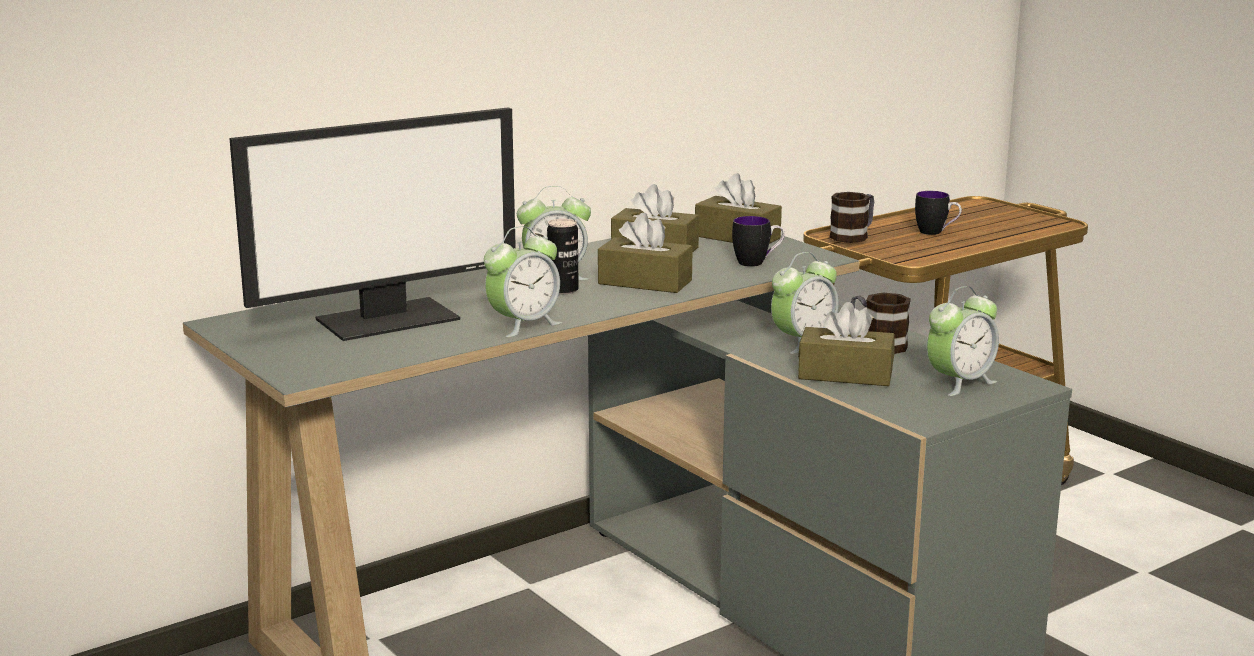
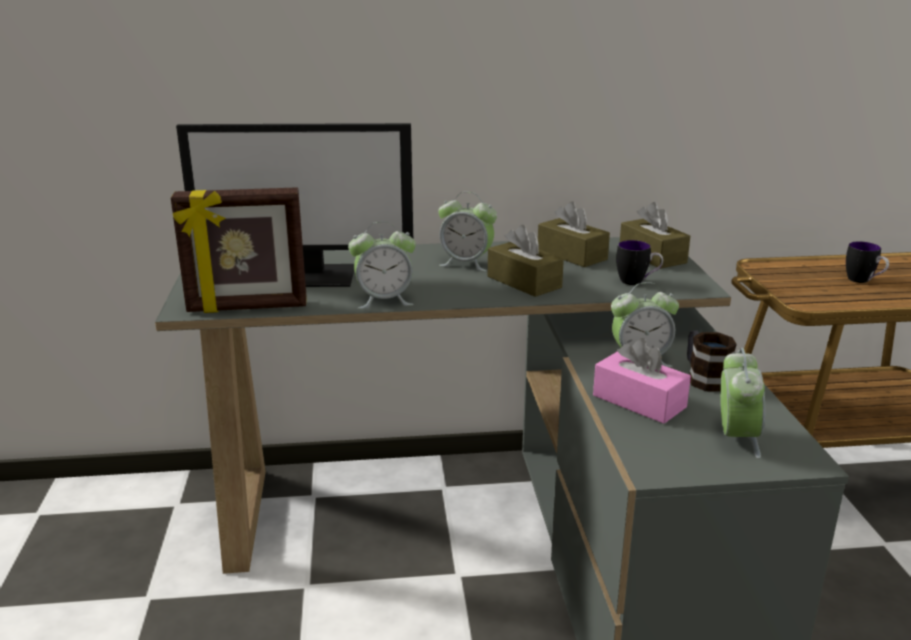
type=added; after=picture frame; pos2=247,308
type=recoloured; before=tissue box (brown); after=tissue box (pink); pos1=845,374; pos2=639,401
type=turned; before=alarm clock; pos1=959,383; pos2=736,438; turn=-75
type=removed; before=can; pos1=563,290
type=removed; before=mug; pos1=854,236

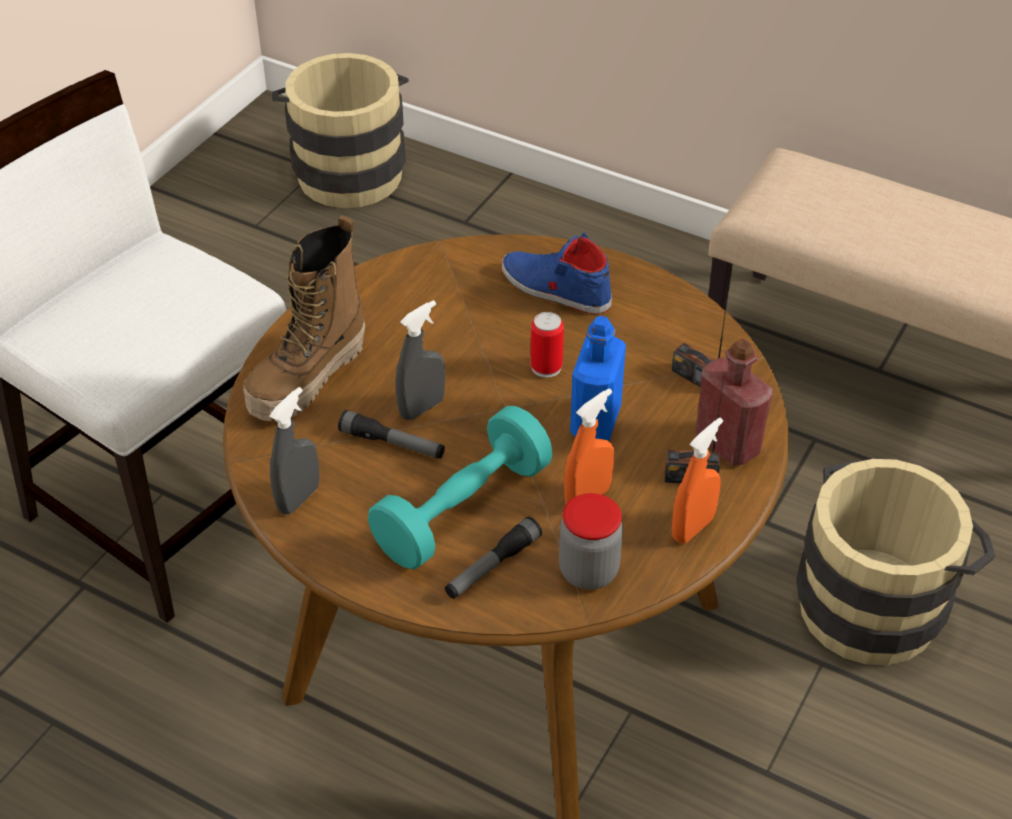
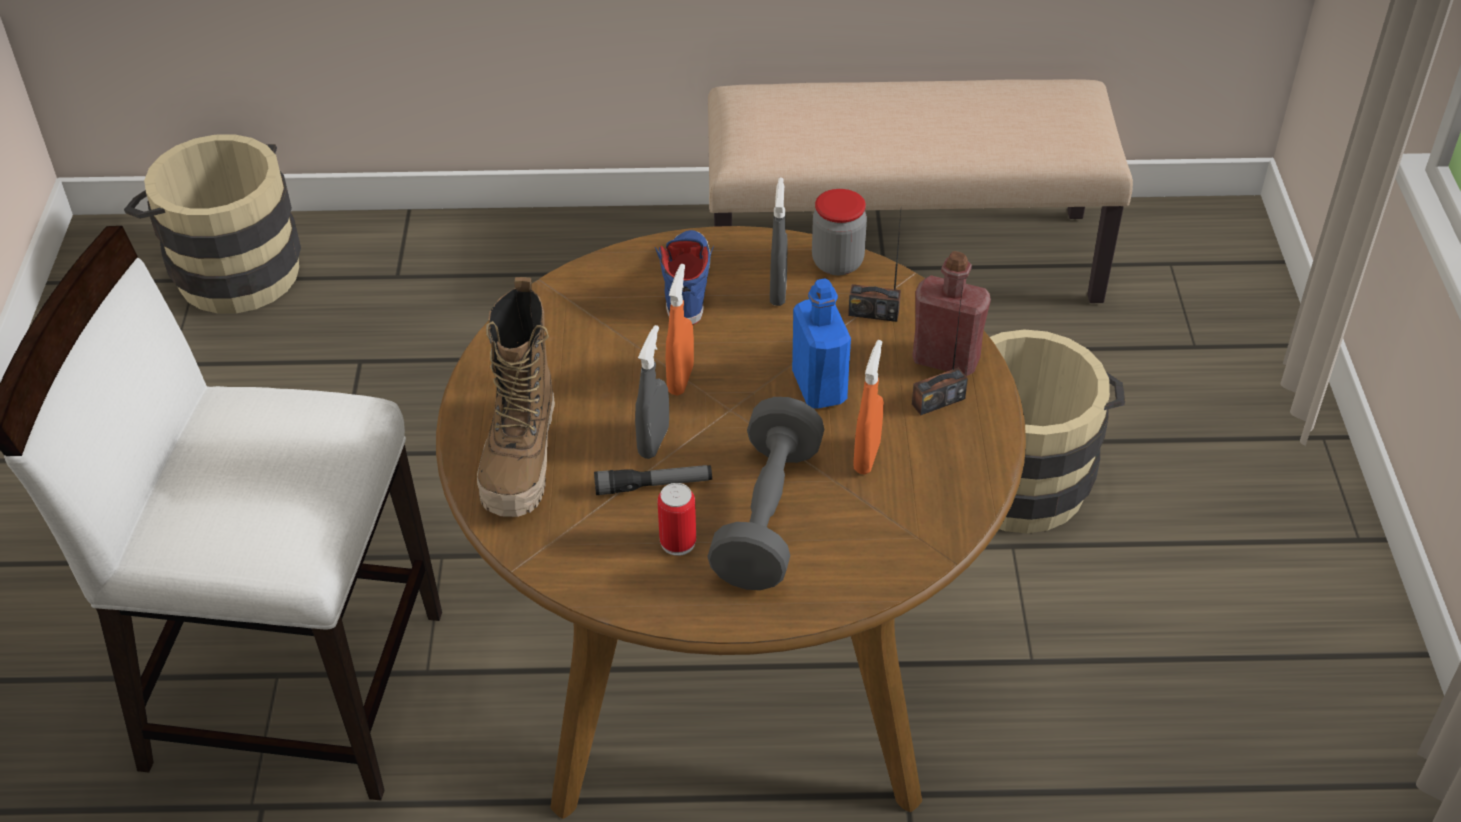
type=turned; before=shoe (blue); pos1=555,289; pos2=685,283; turn=90
type=moved; before=can; pos1=546,367; pos2=678,542
type=moved; before=spray bottle (orange); pos1=692,528; pos2=680,379
type=recoloured; before=dumbbell (turquoise); after=dumbbell (grey); pos1=462,510; pos2=767,516
type=moved; before=spray bottle (grey); pos1=298,498; pos2=778,291
type=moved; before=jar; pos1=588,571; pos2=837,263
type=removed; before=flashlight; pos1=492,566

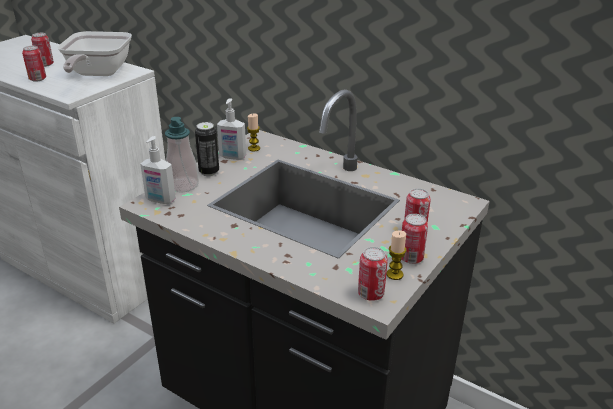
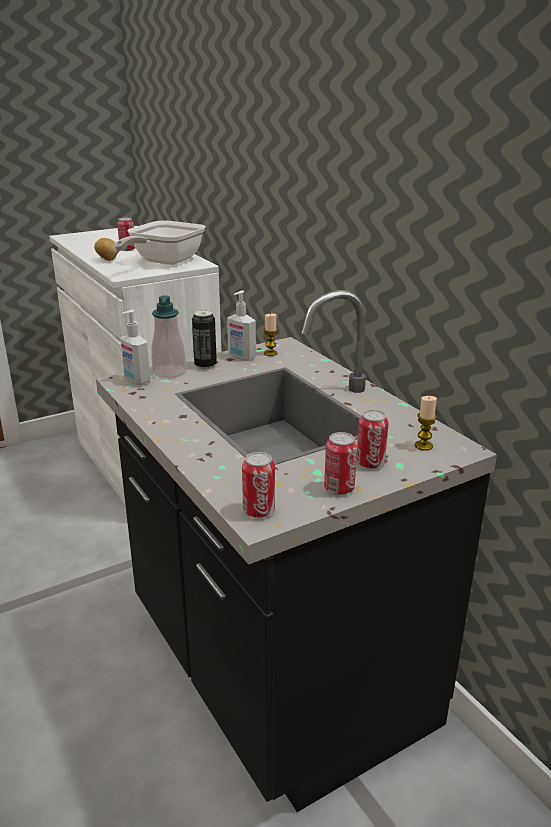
type=replaced; before=can; after=potato; pos1=37,79; pos2=108,260
type=moved; before=candle; pos1=394,274; pos2=423,446

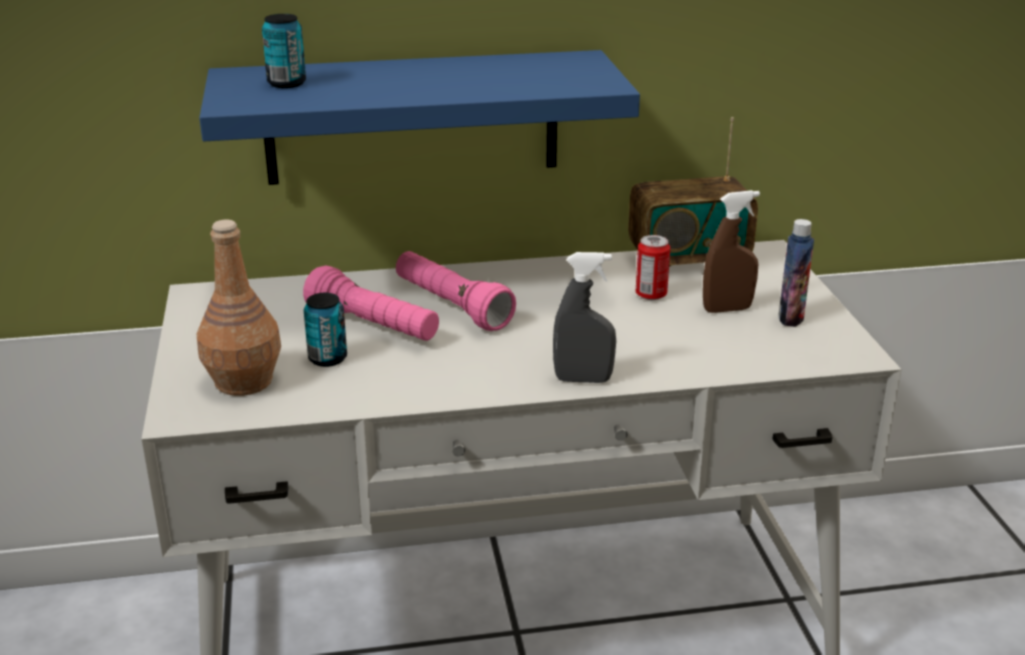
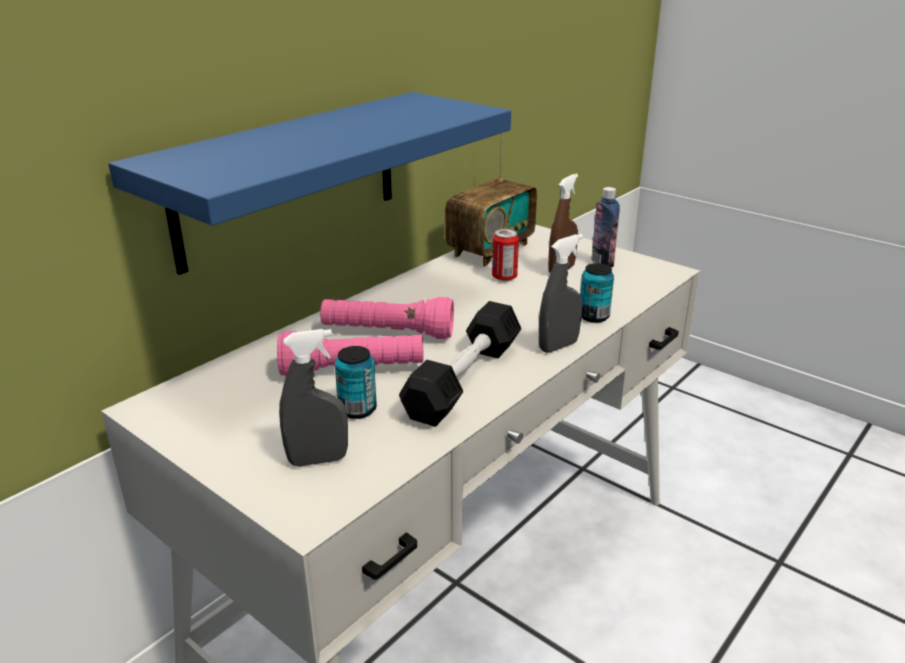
type=replaced; before=bottle (brown); after=spray bottle (grey); pos1=244,382; pos2=318,460
type=added; after=dumbbell (black); pos2=464,380
type=moved; before=can; pos1=286,83; pos2=594,316

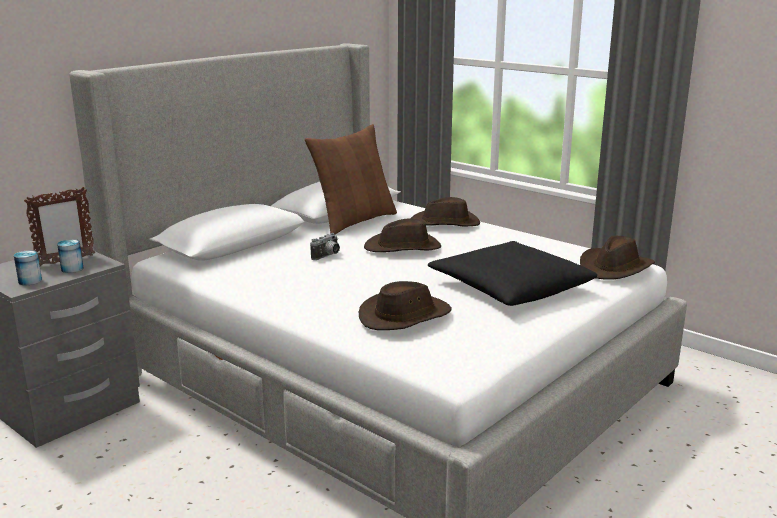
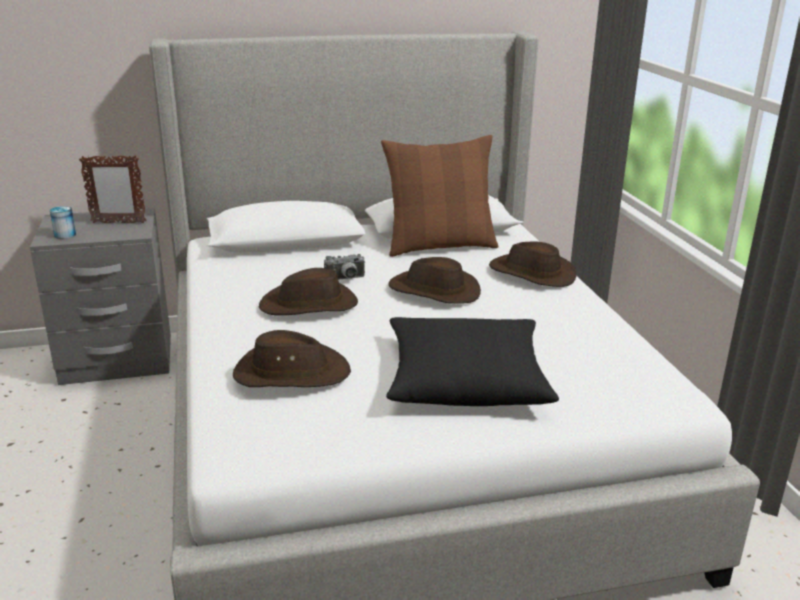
type=moved; before=hat (brown); pos1=615,268; pos2=309,305
type=removed; before=can; pos1=72,269

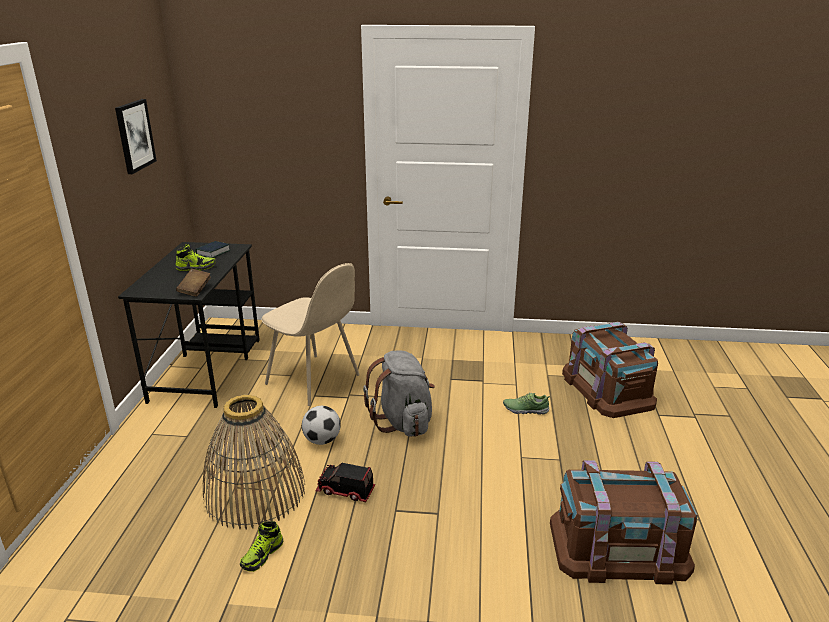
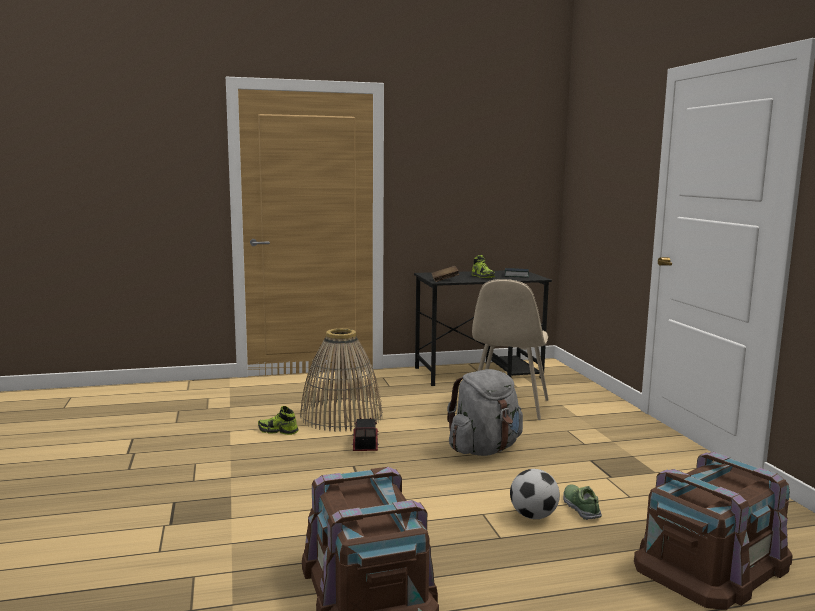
type=moved; before=football; pos1=322,440; pos2=533,516
type=removed; before=picture; pos1=134,135

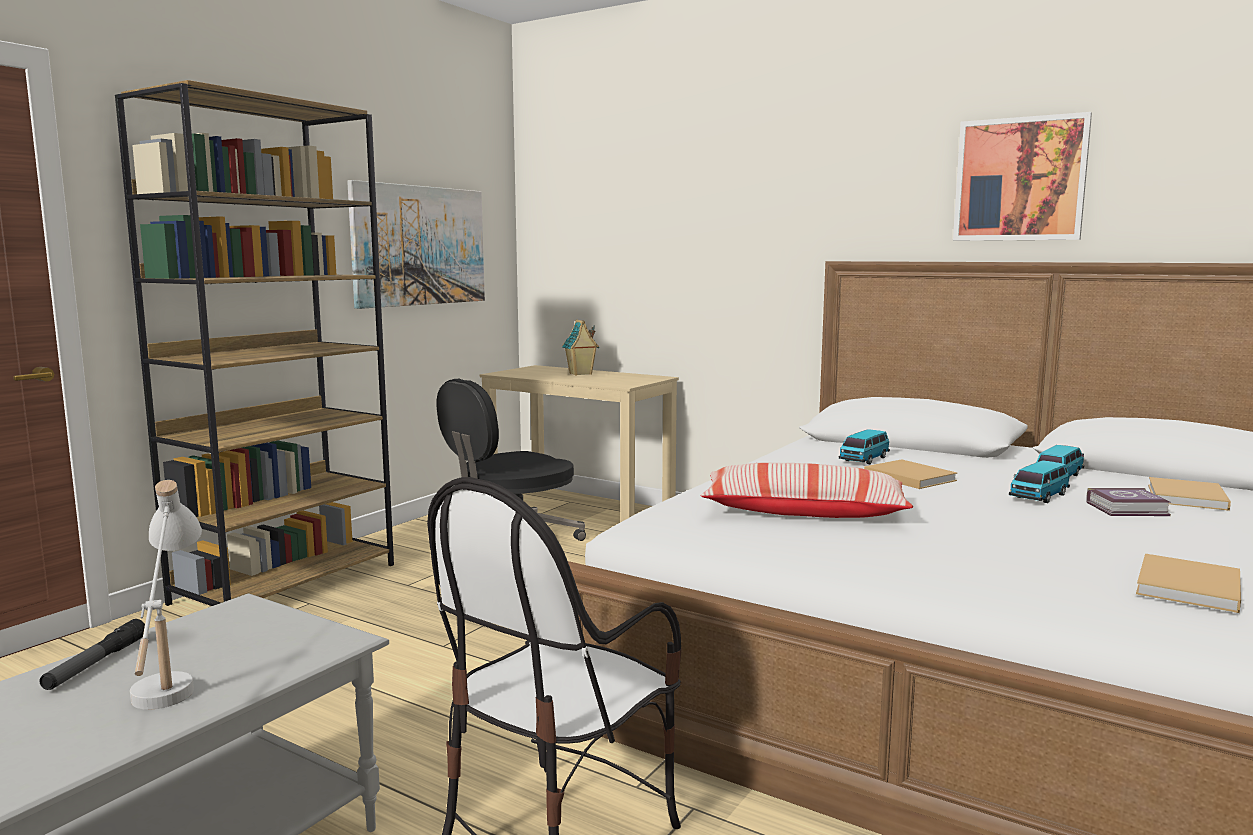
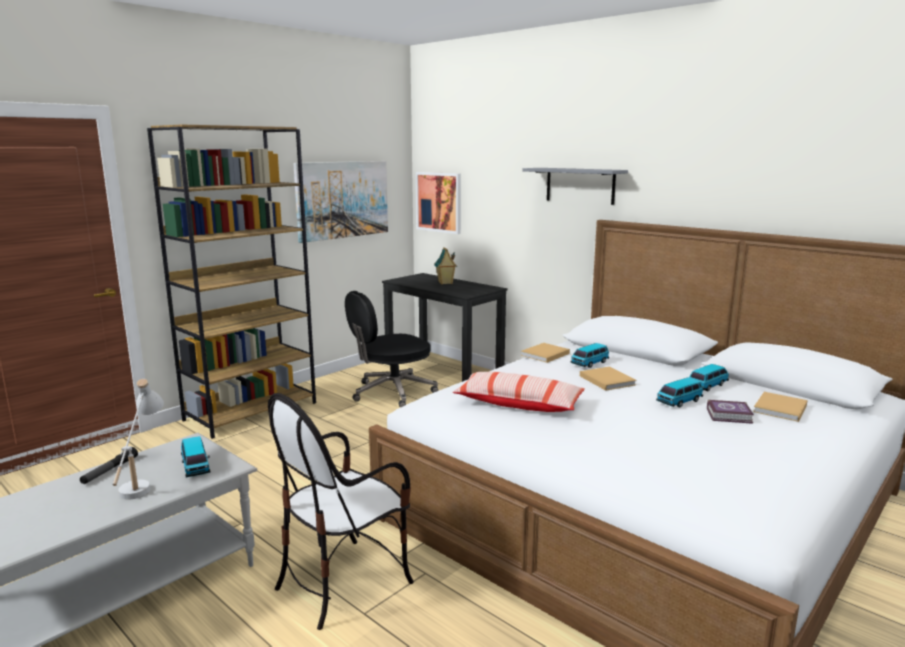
type=added; after=toy car; pos2=195,467
type=recoloured; before=desk (beige); after=desk (black); pos1=580,509; pos2=443,369
type=moved; before=picture; pos1=1020,179; pos2=439,202
type=moved; before=book (beige); pos1=1188,588; pos2=544,354
type=added; after=shelf (grey); pos2=580,185

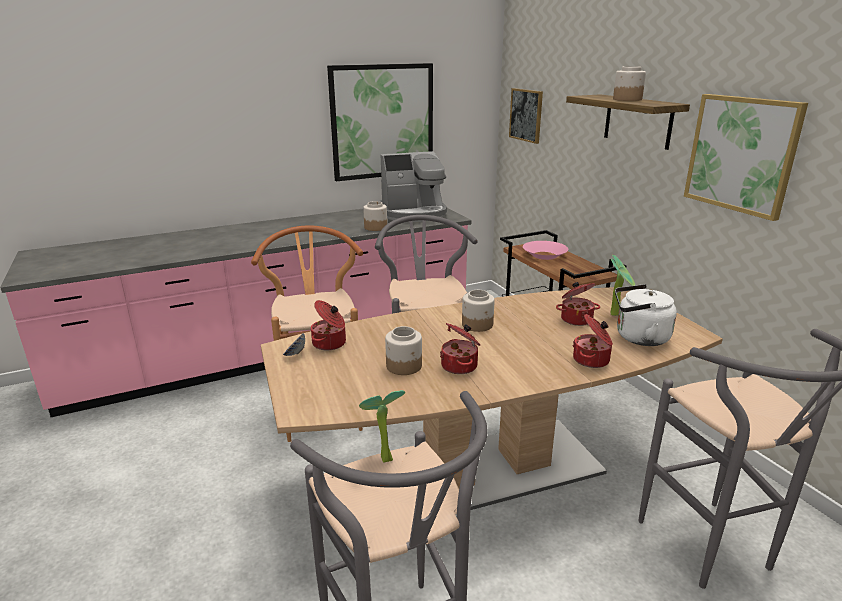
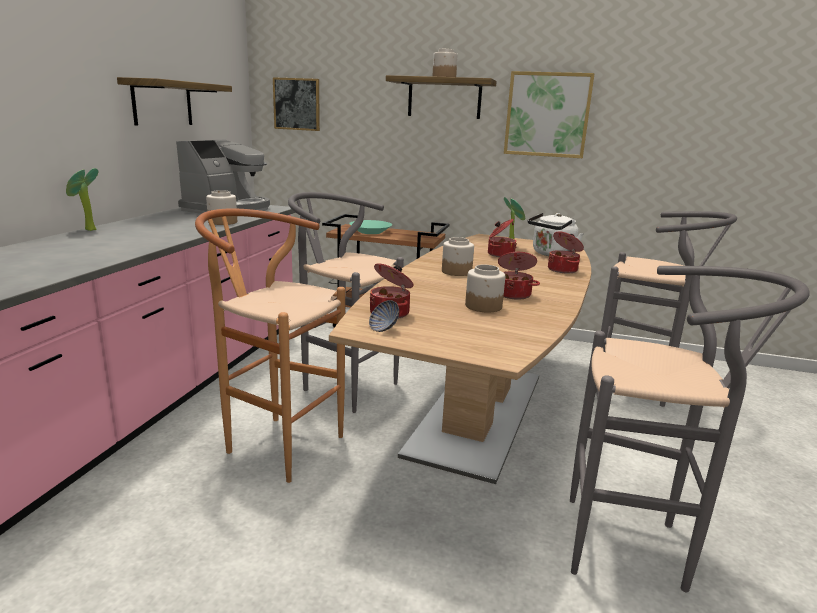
type=moved; before=potted plant; pos1=383,458; pos2=88,230
type=replaced; before=picture; after=shelf; pos1=382,121; pos2=162,103
type=recoloured; before=bowl (pink); after=bowl (turquoise); pos1=544,255; pos2=370,231

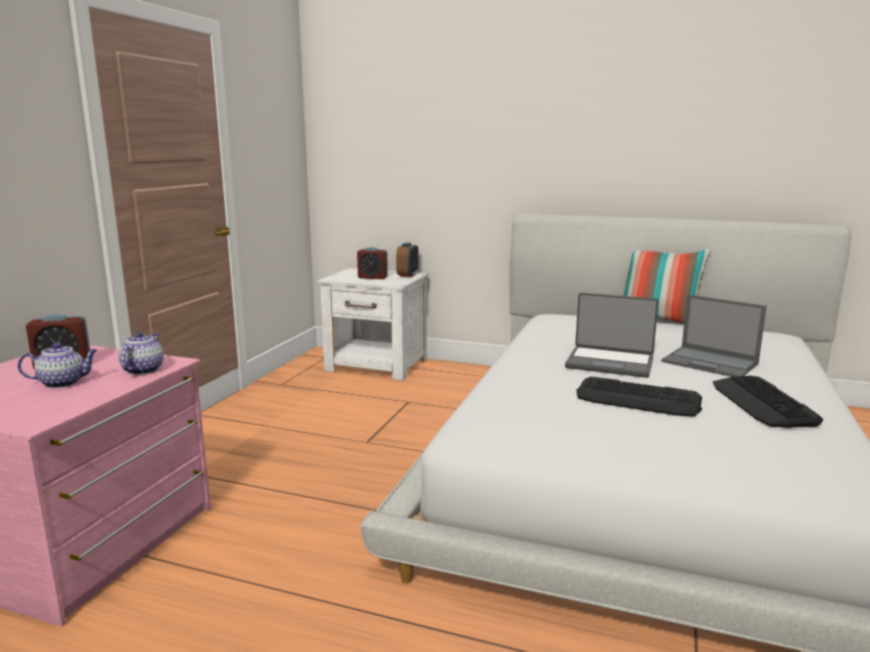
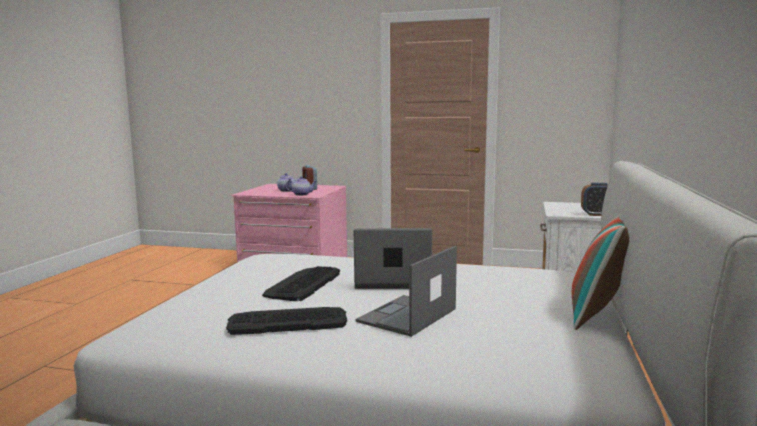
type=turned; before=laptop; pos1=610,363; pos2=392,281; turn=75
type=removed; before=alarm clock; pos1=373,277

